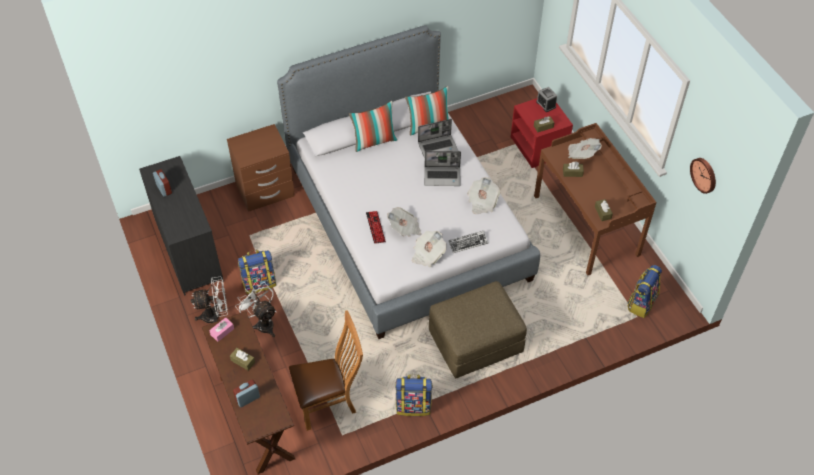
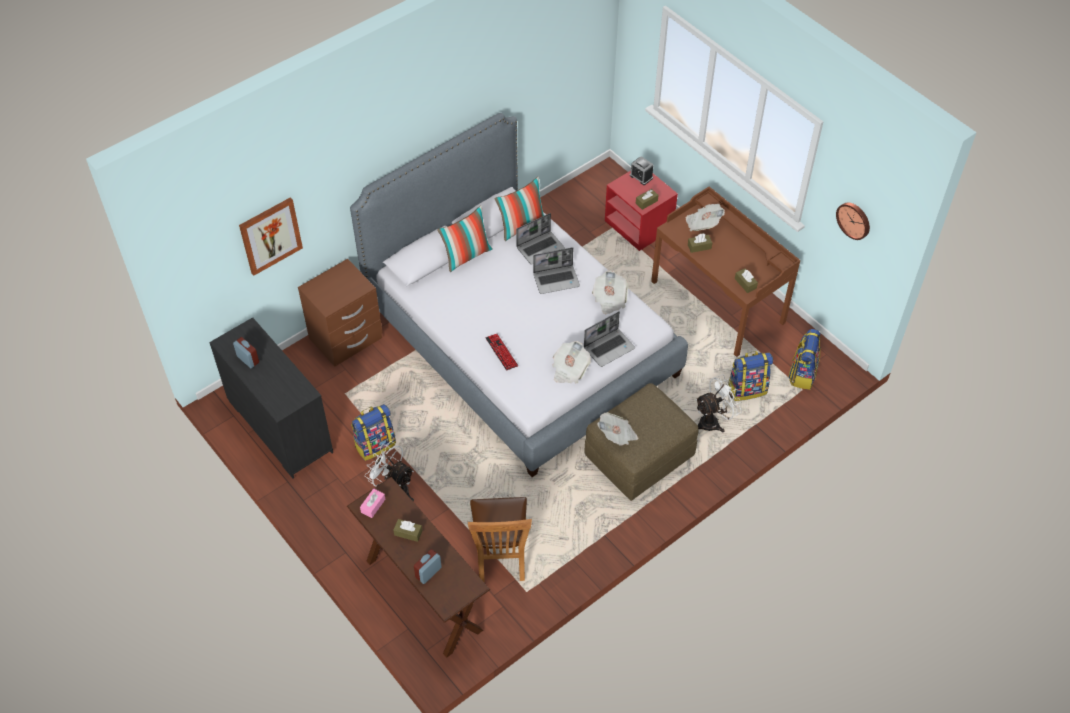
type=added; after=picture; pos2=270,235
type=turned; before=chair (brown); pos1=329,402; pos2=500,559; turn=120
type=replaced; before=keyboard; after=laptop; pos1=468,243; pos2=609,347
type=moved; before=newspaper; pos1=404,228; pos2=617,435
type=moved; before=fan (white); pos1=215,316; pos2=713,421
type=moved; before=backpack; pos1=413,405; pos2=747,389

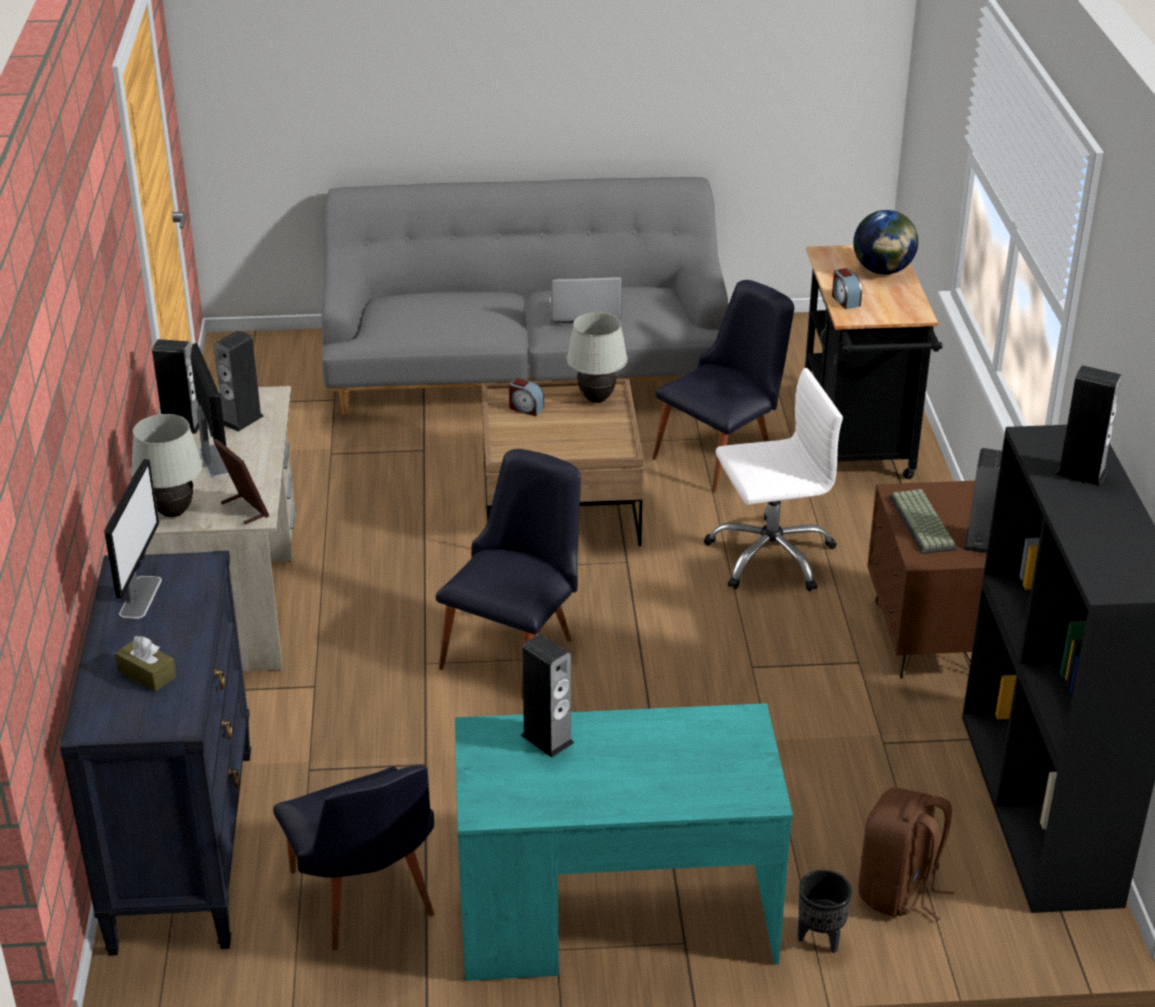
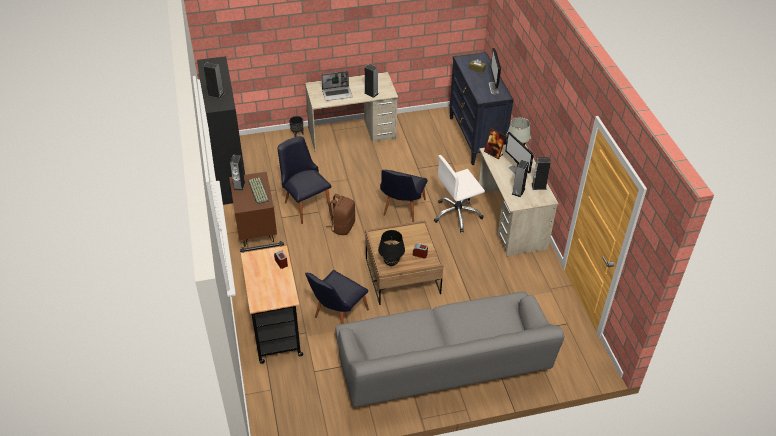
type=moved; before=chair (black); pos1=366,904; pos2=305,203
type=recoloured; before=desk (turquoise); after=desk (beige); pos1=615,918; pos2=352,134
type=moved; before=laptop; pos1=583,312; pos2=337,94
type=moved; before=backpack (brown); pos1=899,892; pos2=342,226
type=recoloured; before=table lamp (white); after=table lamp (black); pos1=596,399; pos2=391,263
type=moved; before=office chair (white); pos1=770,556; pos2=457,215
type=removed; before=globe; pos1=883,271

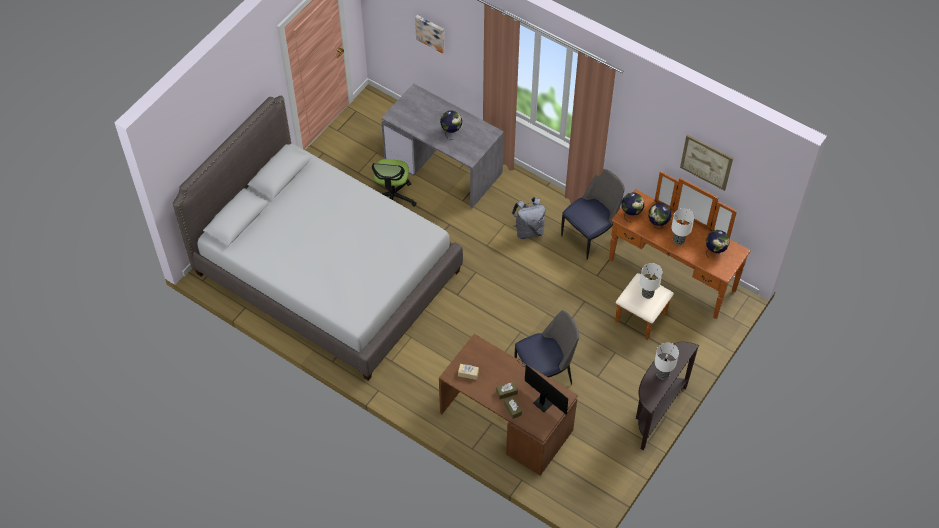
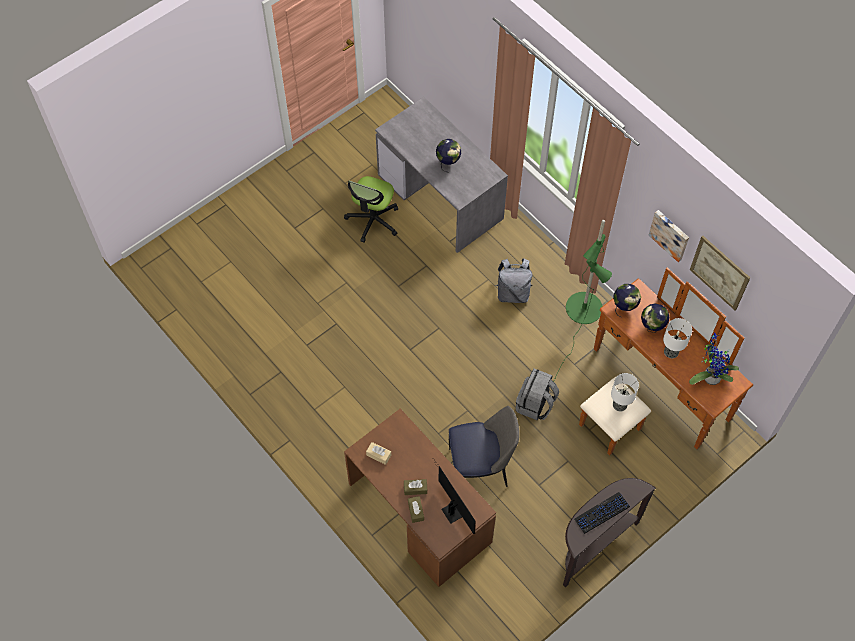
type=added; after=backpack (grey); pos2=535,404
type=replaced; before=chair; after=floor lamp (green); pos1=591,235; pos2=581,315
type=replaced; before=table lamp; after=keyboard; pos1=662,374; pos2=601,513
type=moved; before=picture; pos1=431,33; pos2=670,234
type=replaced; before=globe; after=potted plant; pos1=715,251; pos2=710,376
type=removed; before=bed (grey); pos1=327,272

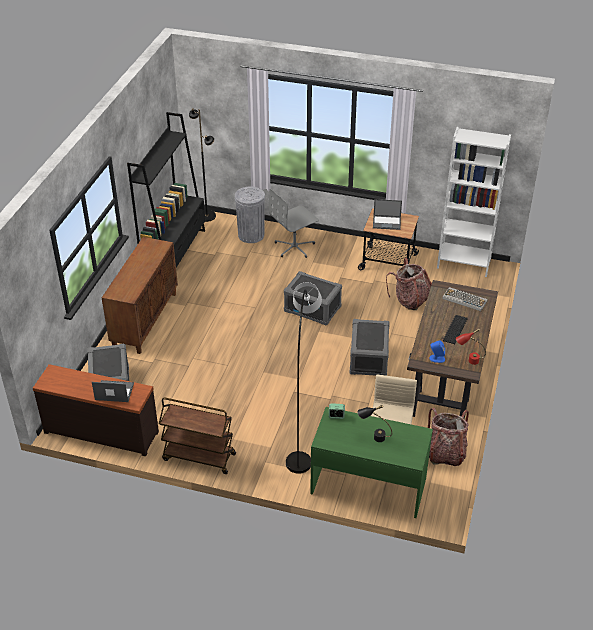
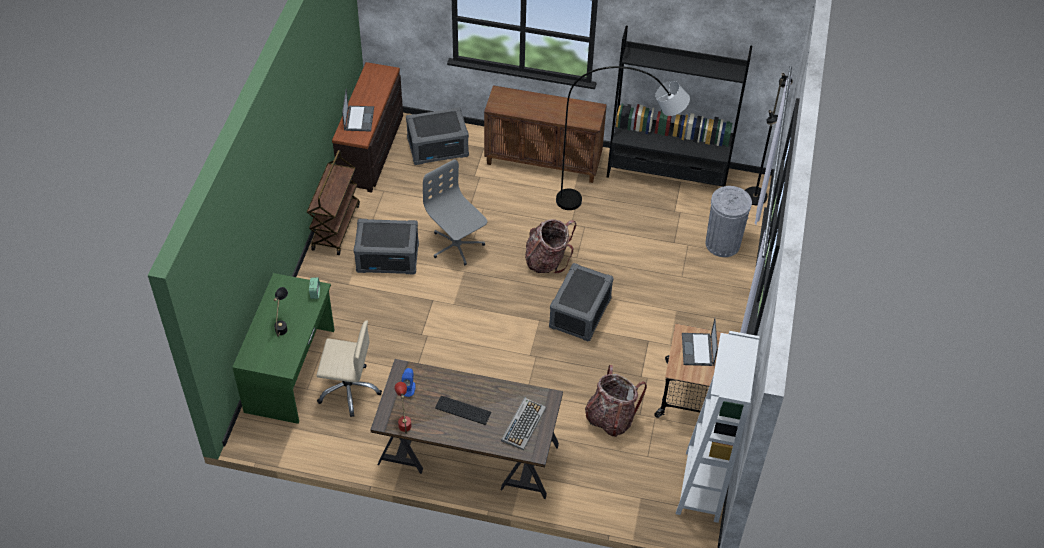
type=moved; before=storage box (grey); pos1=368,358; pos2=388,257
type=moved; before=office chair (grey); pos1=294,247; pos2=456,245
type=moved; before=backpack; pos1=444,453; pos2=547,260
type=moved; before=floor lamp (grey); pos1=302,427; pos2=617,202

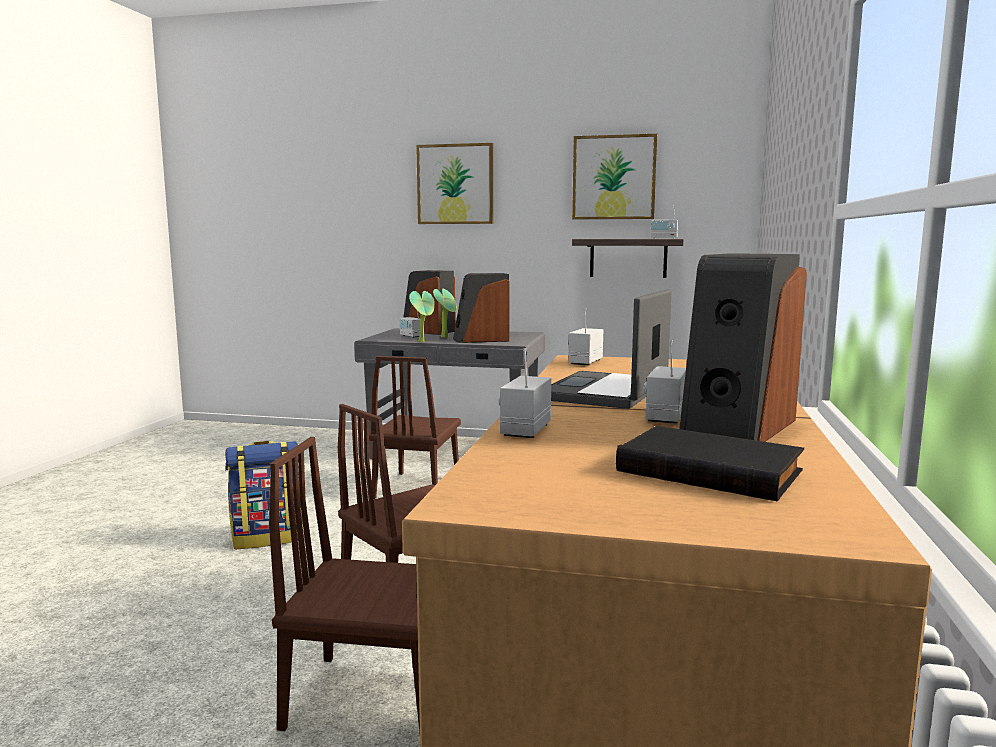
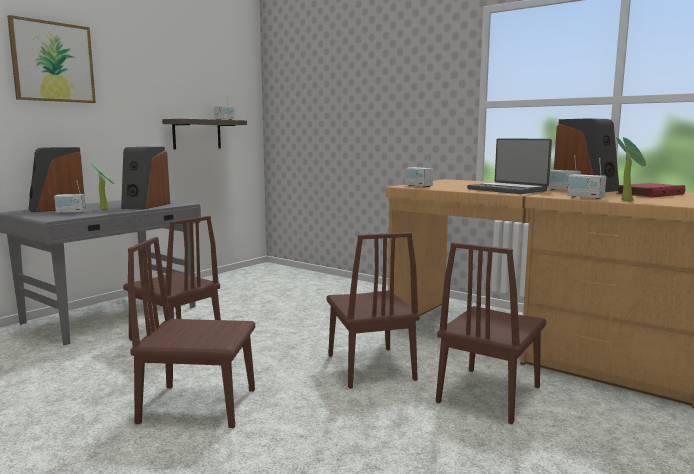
type=replaced; before=backpack; after=chair (brown); pos1=268,538; pos2=198,405
type=recoloured; before=book (black); after=book (red); pos1=711,470; pos2=649,194
type=moved; before=potted plant; pos1=423,341; pos2=627,200
type=removed; before=picture; pos1=614,177

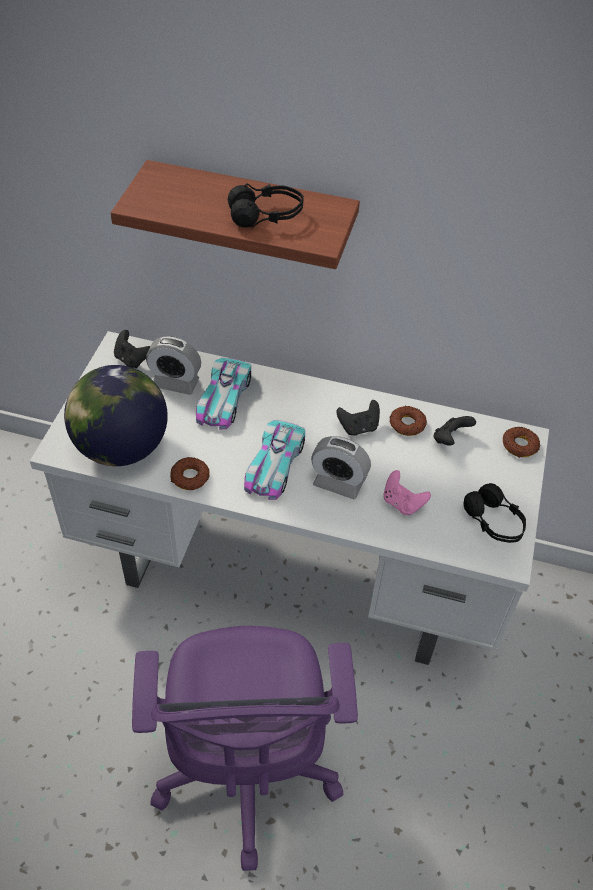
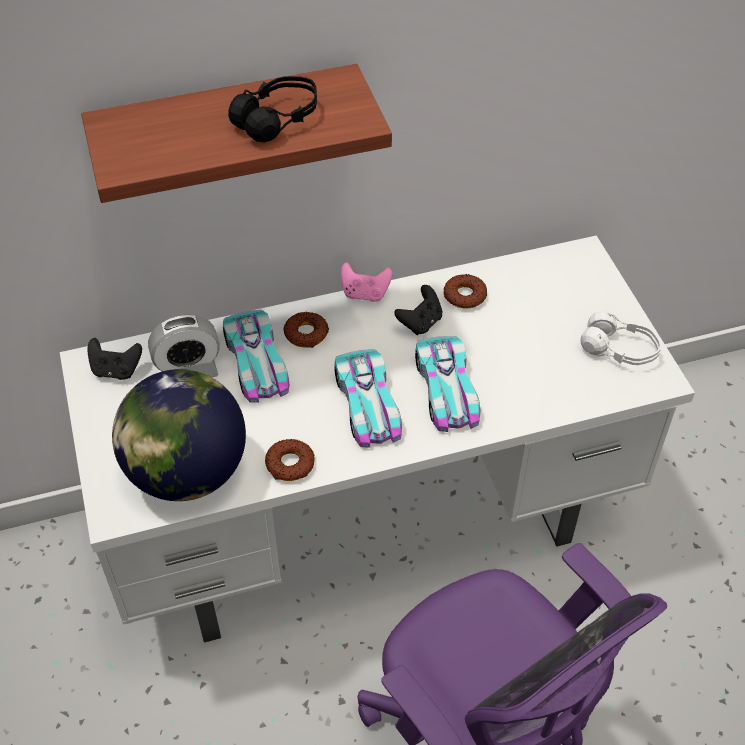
type=moved; before=donut; pos1=520,445; pos2=306,334
type=moved; before=game controller (pink); pos1=402,503; pos2=365,294
type=replaced; before=alarm clock; after=toy car; pos1=338,483; pos2=446,389
type=recoloured; before=headphones (black); after=headphones (white); pos1=494,522; pos2=619,350
type=removed; before=game controller (black); pos1=450,439

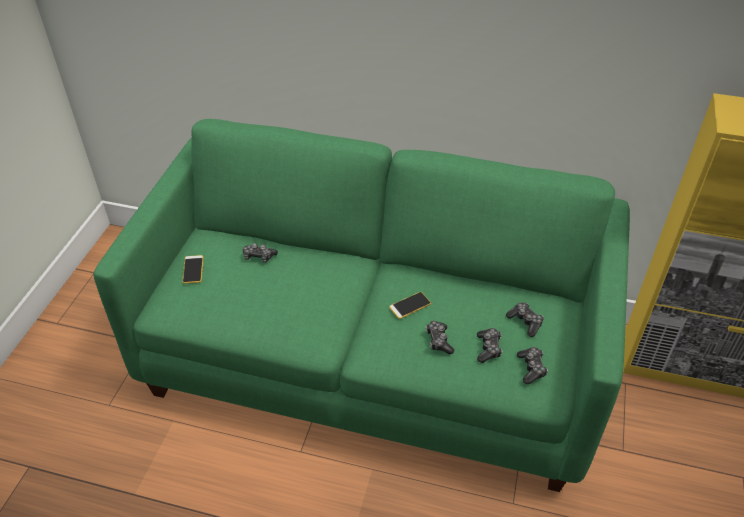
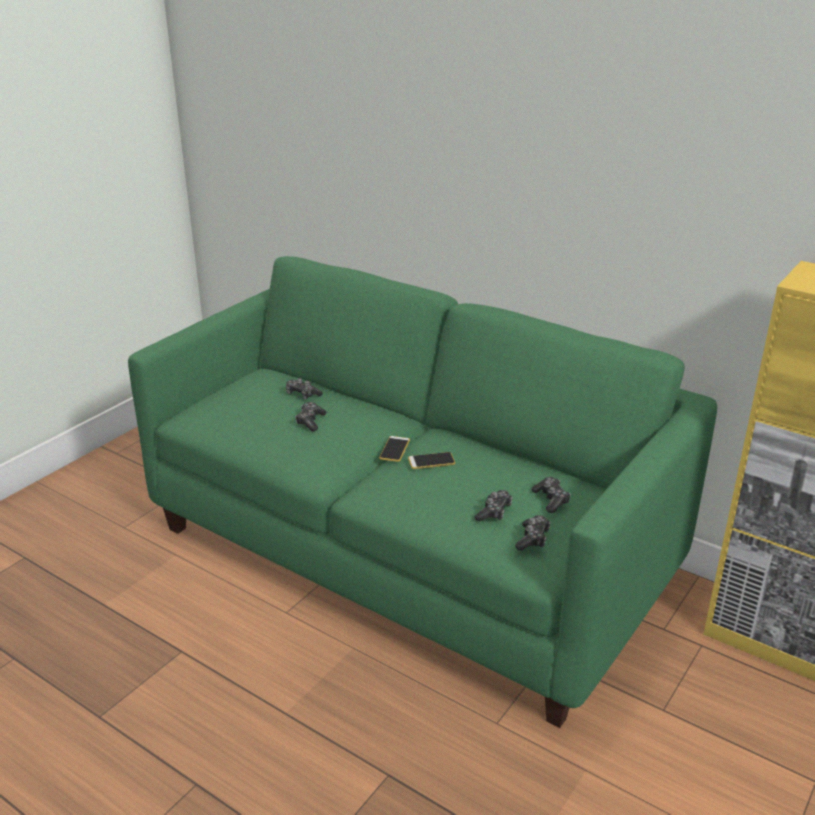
type=moved; before=game controller; pos1=438,341; pos2=310,421
type=moved; before=phone; pos1=193,269; pos2=394,449

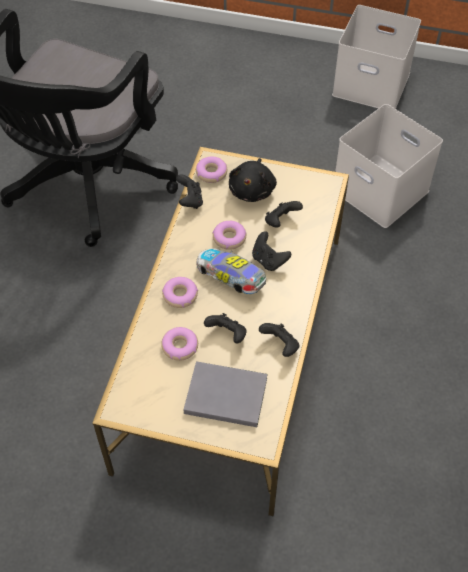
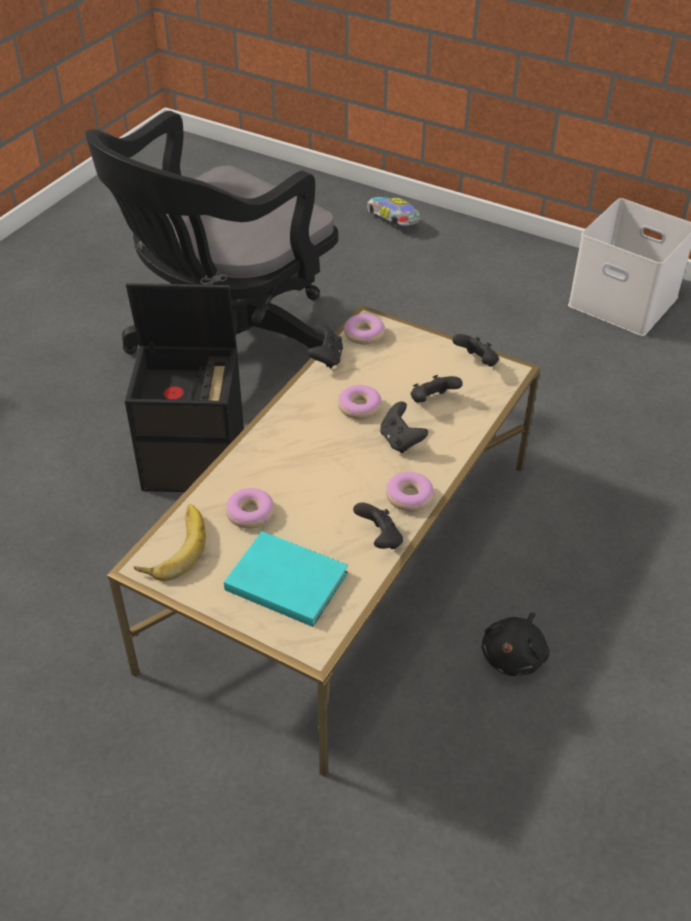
type=added; after=storage box (black); pos2=196,462
type=added; after=banana; pos2=173,546
type=recoloured; before=book (grey); after=book (turquoise); pos1=224,394; pos2=285,579
type=moved; before=toy car; pos1=231,278; pos2=393,221
type=moved; before=donut; pos1=180,295; pos2=409,497
type=moved; before=game controller (black); pos1=227,334; pos2=476,362
type=moved; before=plush toy (black); pos1=252,190; pos2=514,656
type=removed; before=storage box (white); pos1=378,190

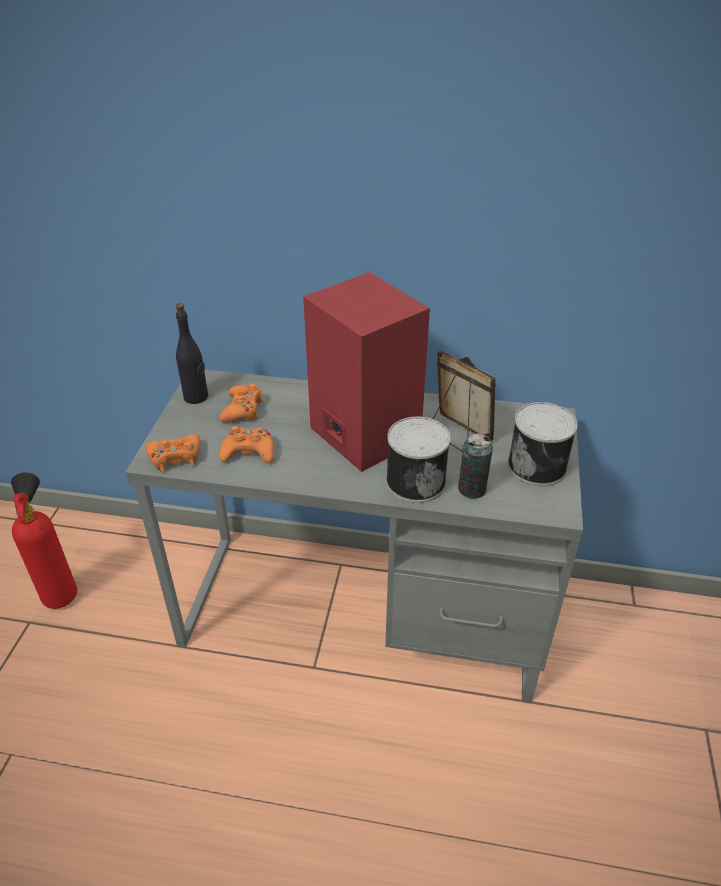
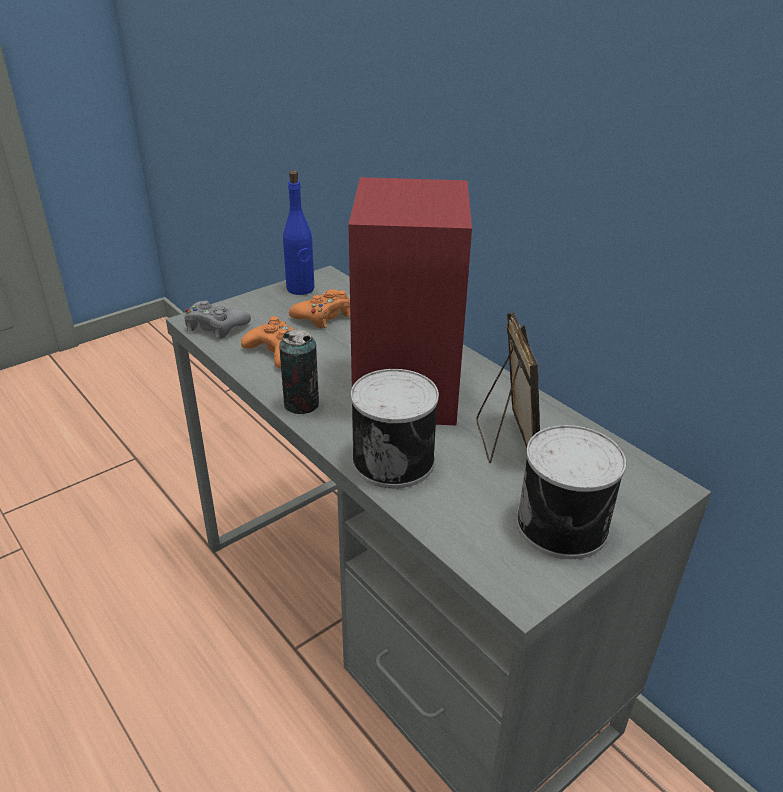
type=recoloured; before=game controller (orange); after=game controller (grey); pos1=175,457; pos2=215,326
type=moved; before=can; pos1=472,489; pos2=301,404
type=recoloured; before=bottle (black); after=bottle (blue); pos1=196,397; pos2=300,289
type=removed; before=fire extinguisher; pos1=60,591

